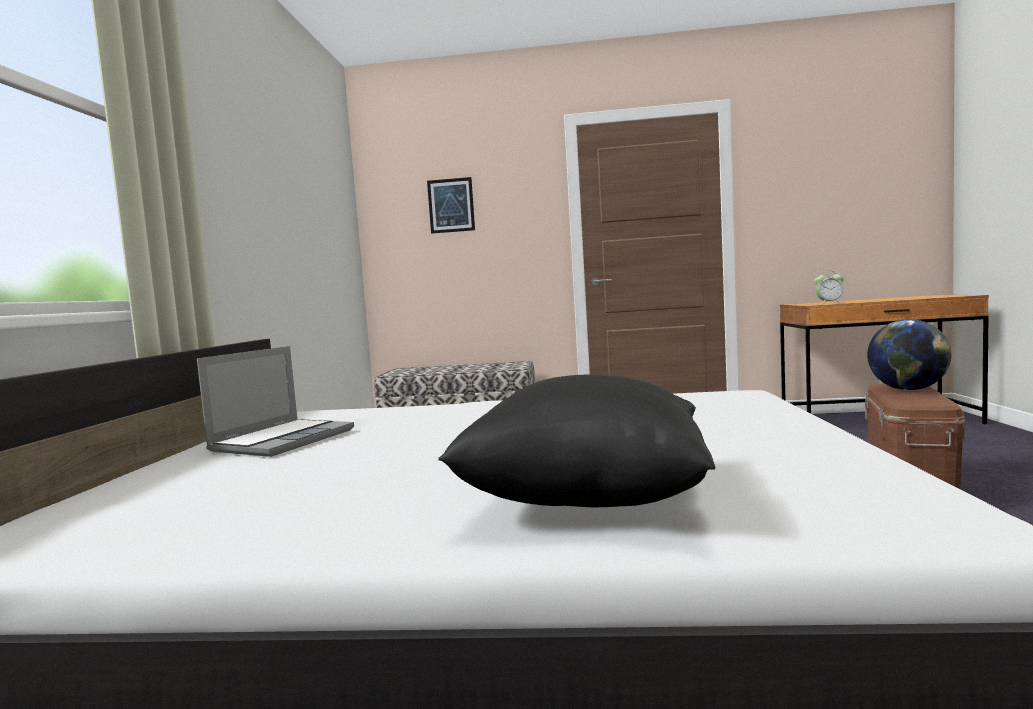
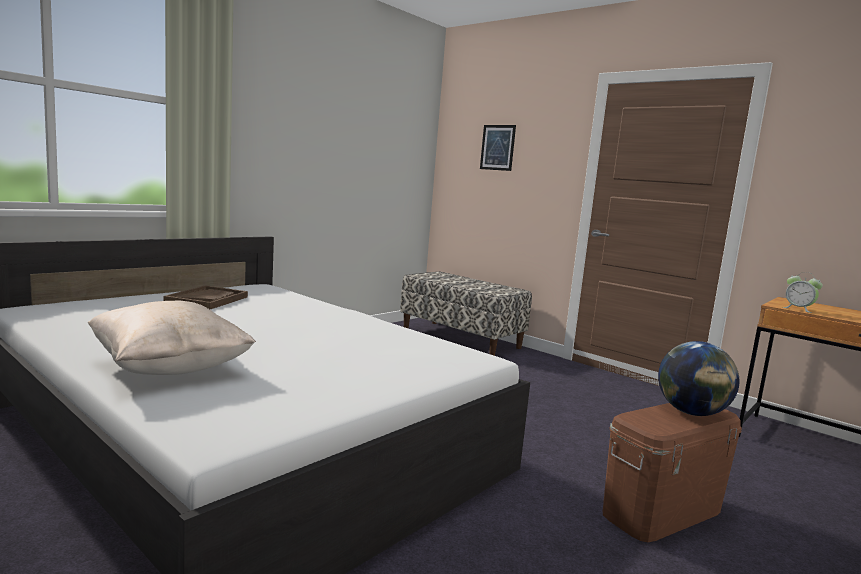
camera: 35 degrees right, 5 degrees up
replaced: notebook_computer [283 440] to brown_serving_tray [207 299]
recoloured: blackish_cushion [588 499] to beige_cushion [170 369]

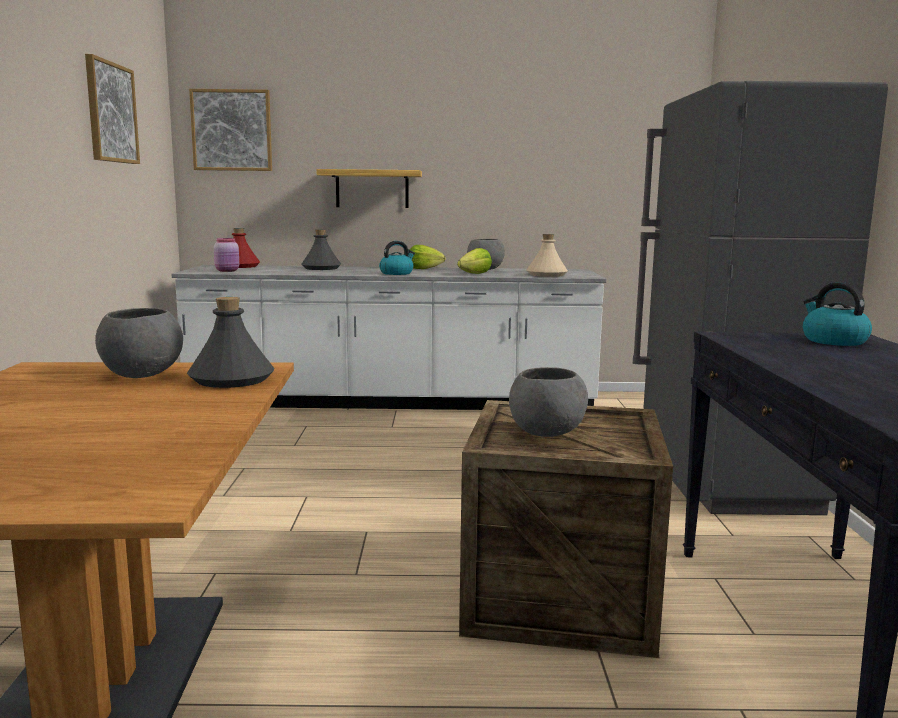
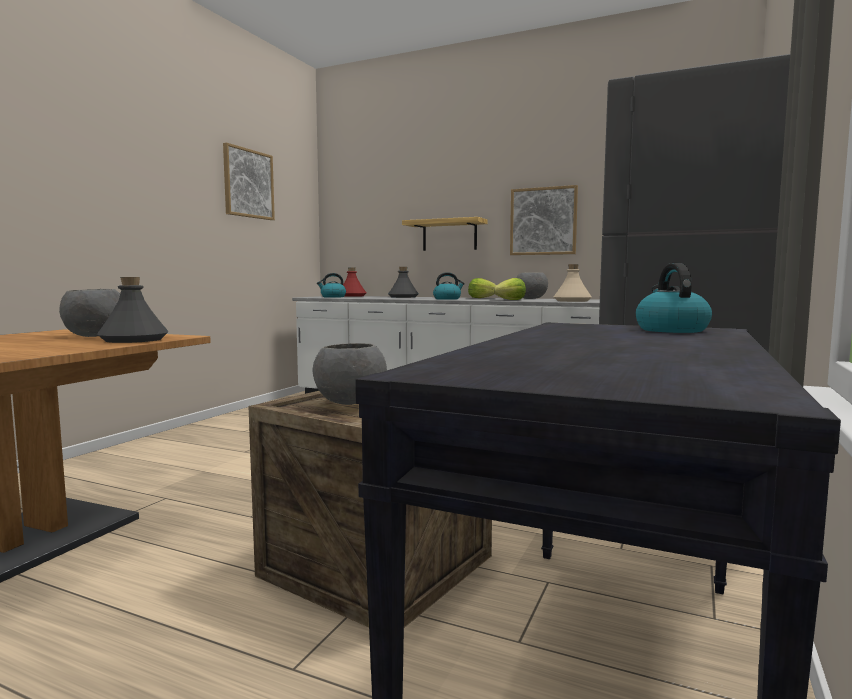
camera: 25 degrees right, 5 degrees down
moved: picture [232 130] to [543 221]
replaced: pink-coloured_jar [228 271] to tea_kettle [332 297]

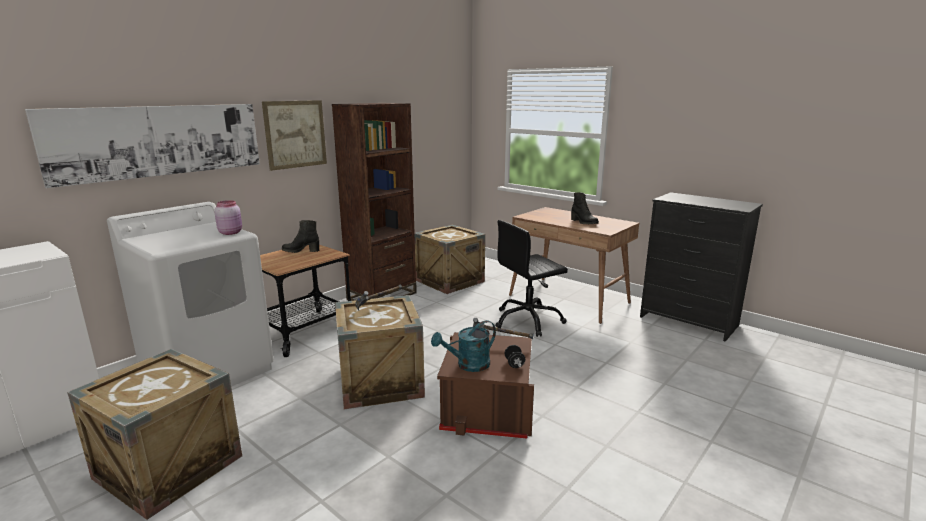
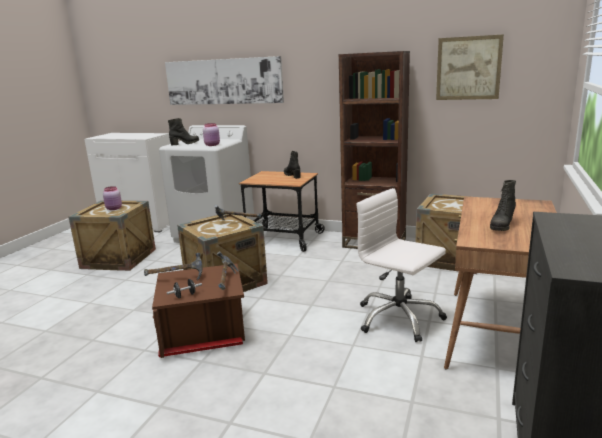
camera: 70 degrees right, 0 degrees up
added: pink-coloured_jar [114 208]; blackish_high-top_boot [185 143]
moved: picture [295 134] to [468 68]
replaced: blue-green_watering_can [468 365] to hammer [177 279]
recoloured: blackish_desk_chair [528 320] to white_desk_chair [398 318]

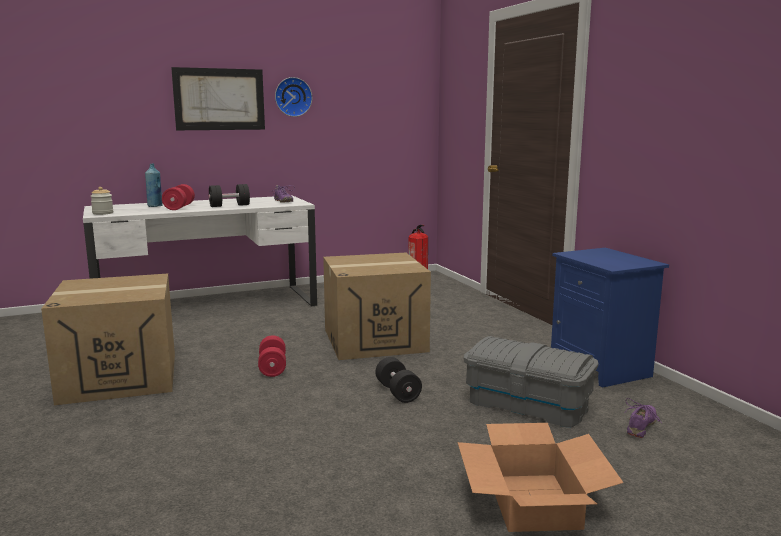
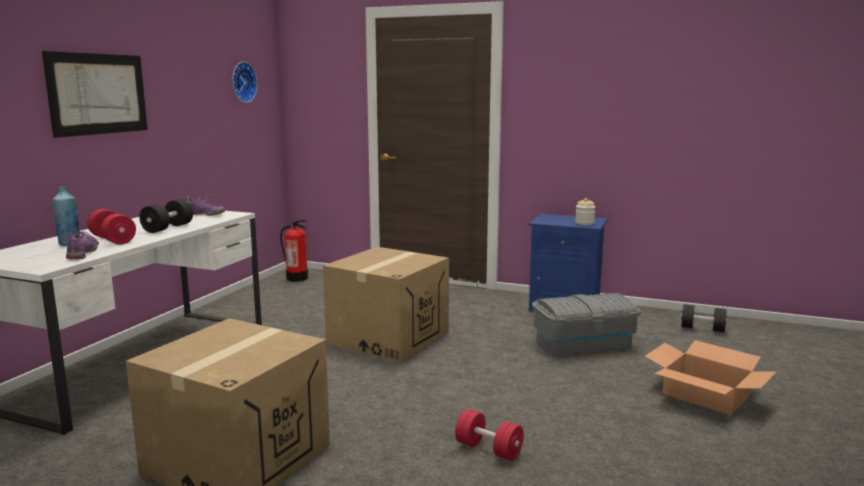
camera: 45 degrees left, 0 degrees up
moved: jar [103 213] to [584 223]; reddish_free_weight [272 367] to [488 449]; hanging_clock [292 97] to [242 82]; blackish_free_weight [398 392] to [702 329]; purple-coloured_low_shoe [641 426] to [83 254]

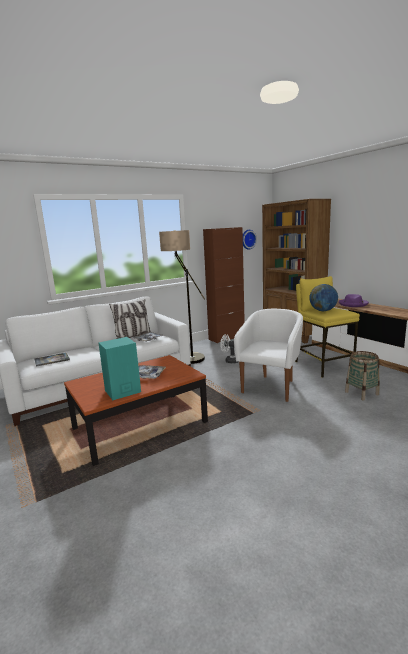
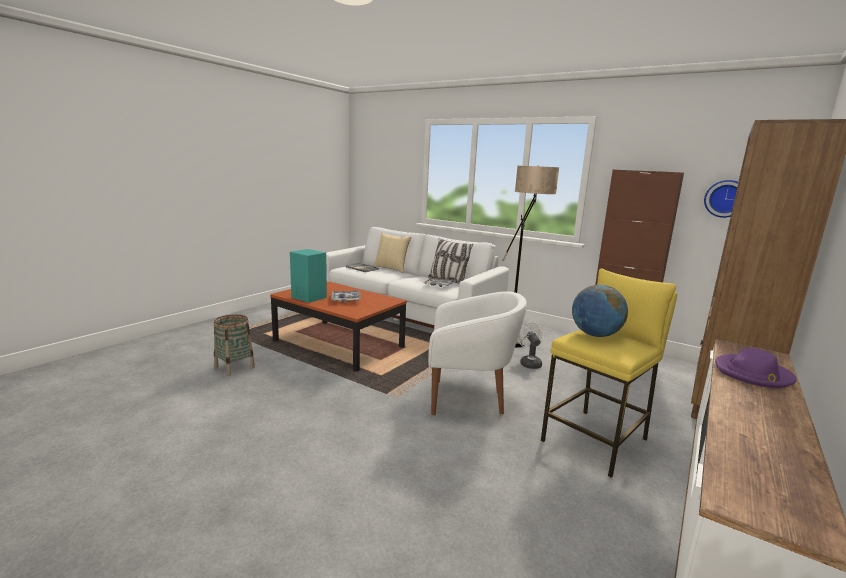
camera: 65 degrees right, 0 degrees up
added: cushion [391 268]
moved: storage_basket [361 393] to [234 367]

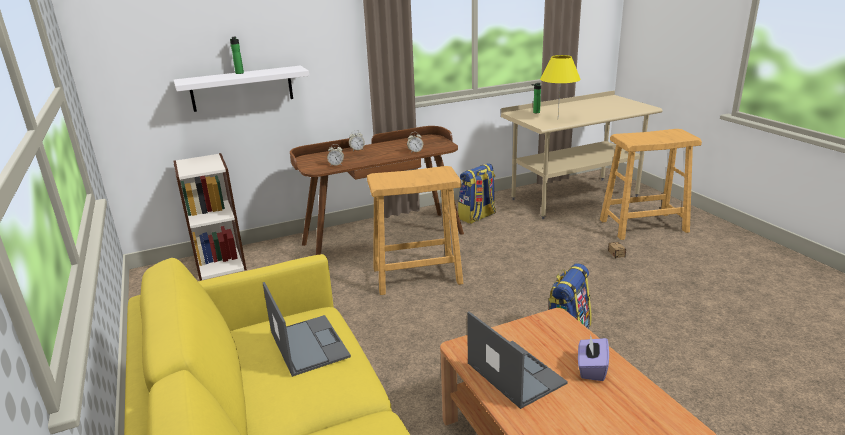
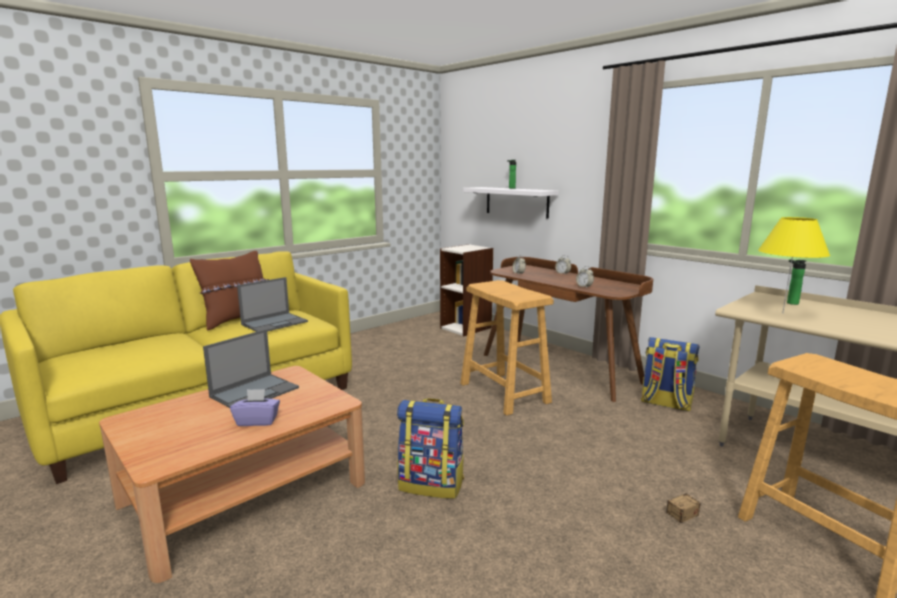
camera: 70 degrees right, 10 degrees down
added: brown_cushion [238 320]

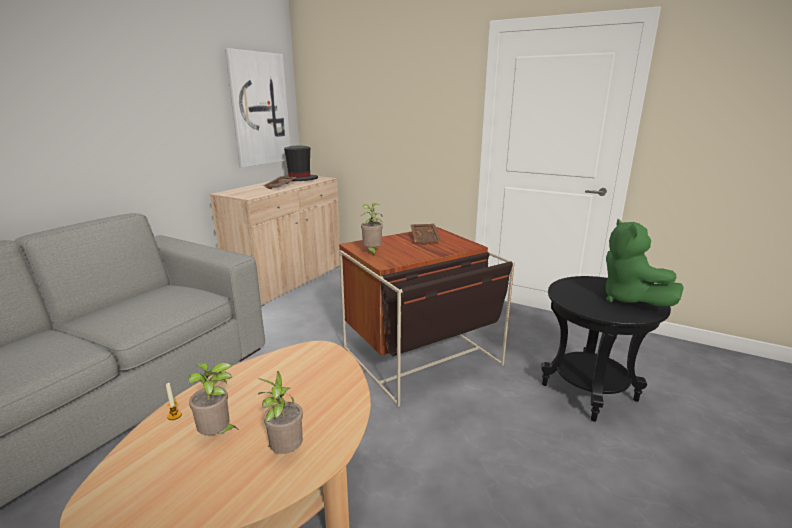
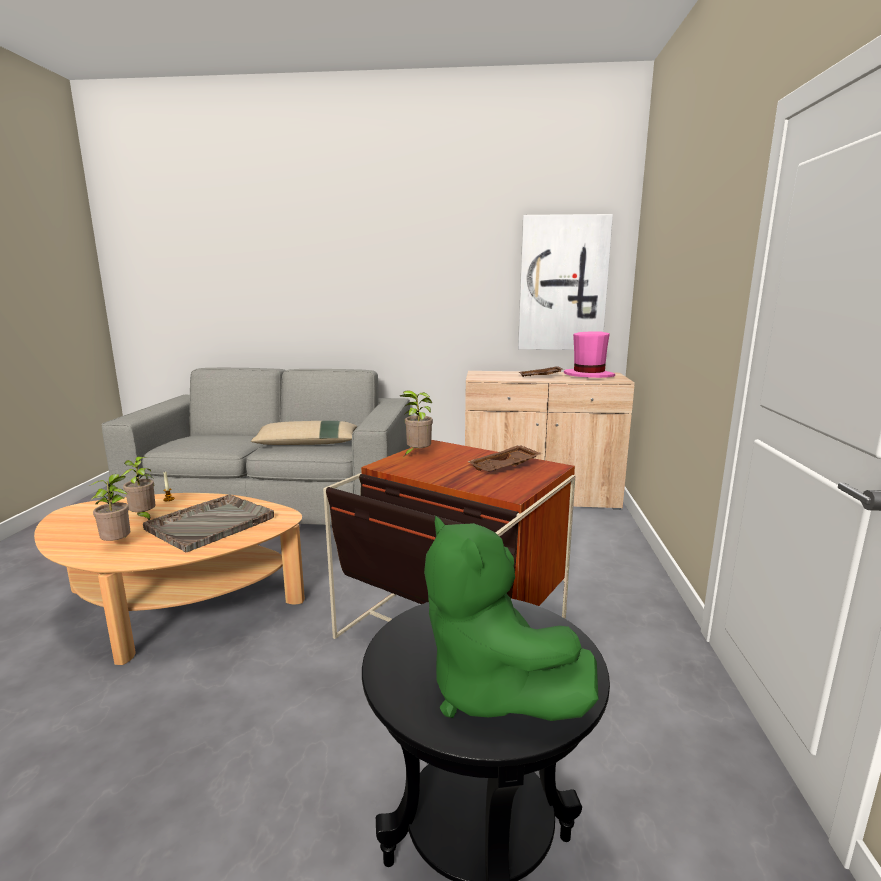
camera: 65 degrees right, 5 degrees down
added: grey_serving_tray [212 523]; beige_cushion [307 443]
recoloured: blackish_clothing_hat [299 179] to pink-coloured_clothing_hat [588 375]
turned: green_soft_toy [629 299] = [490 690] 90 degrees counterclockwise

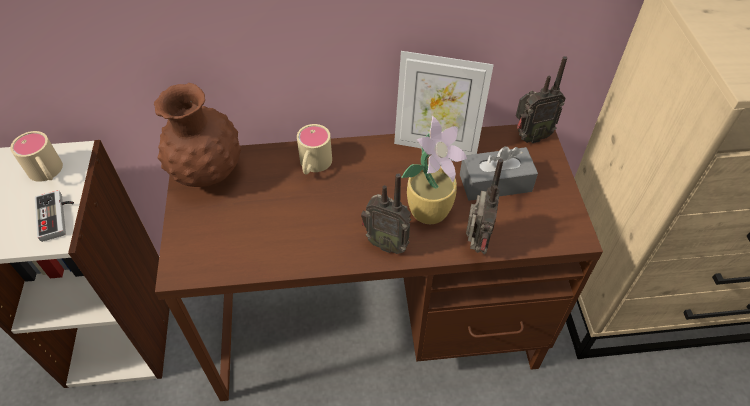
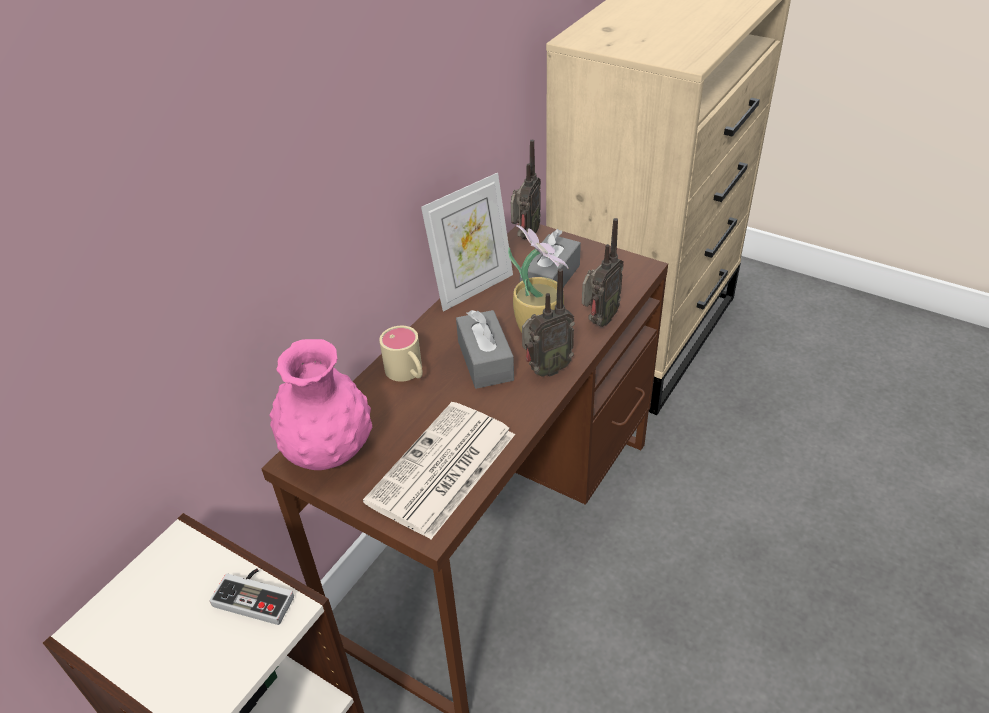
camera: 50 degrees left, 10 degrees down
removed: beige_coffee_mug [47 173]
added: newspaper [442 470]; grey_tissue_holder [485 360]
recoloured: brown_vase [208 174] to pink-coloured_vase [329 453]
turned: radio [475 244] = [598 321] 75 degrees clockwise

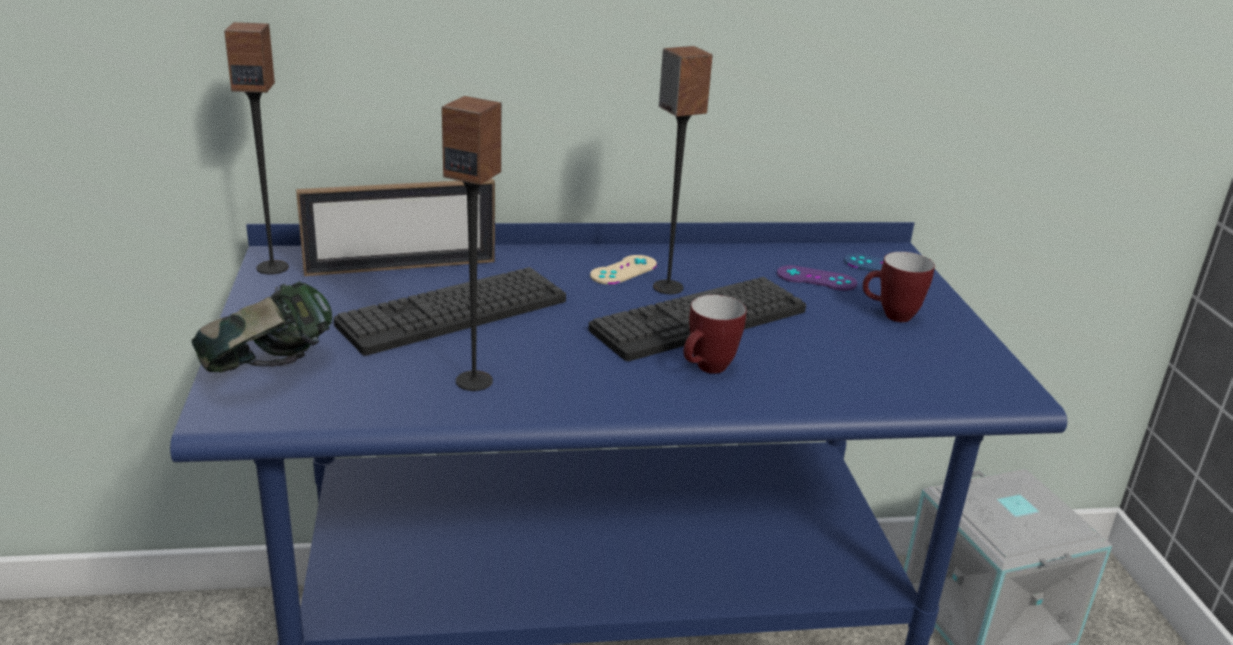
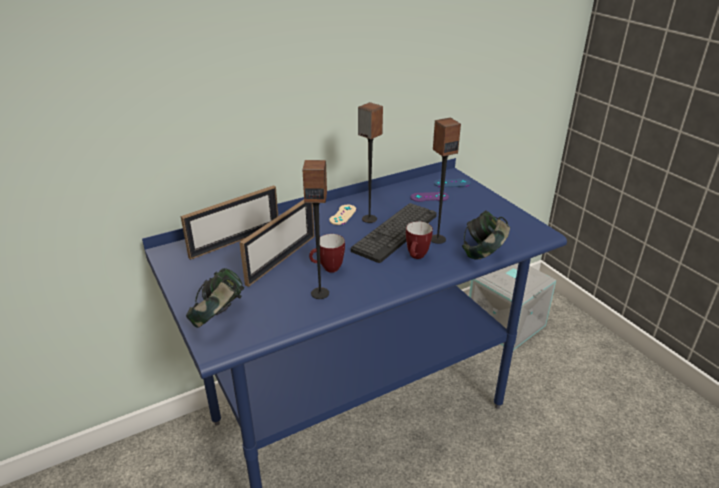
camera: 20 degrees left, 5 degrees up
added: headphones [483 253]
moved: speaker [272 267] to [437 239]; coffee_mug [890 316] to [327 269]
replaced: keyboard [454 312] to standing_frame [281 259]

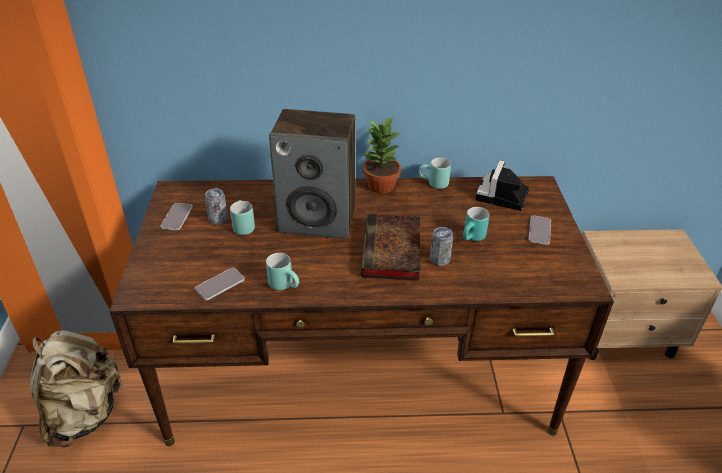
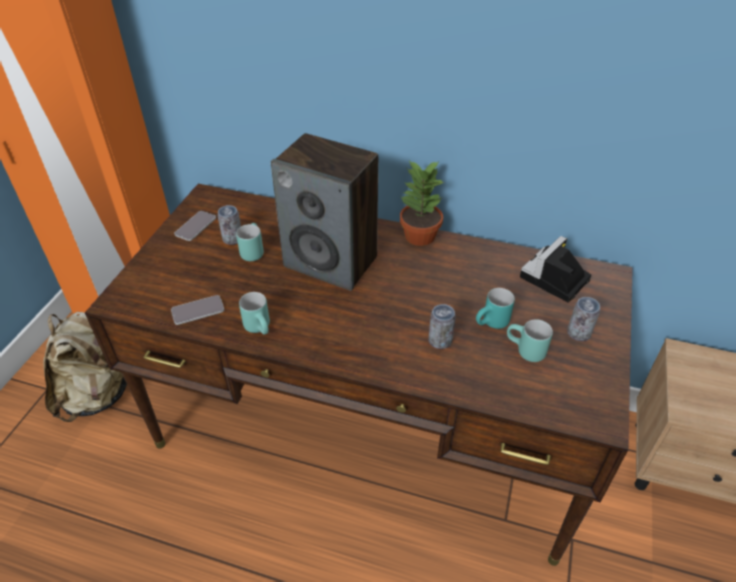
camera: 20 degrees right, 5 degrees up
removed: book [392 252]
moved: blue-green_coffee_mug [433 184] to [524 352]
replaced: telephone [539 230] to can [578 333]

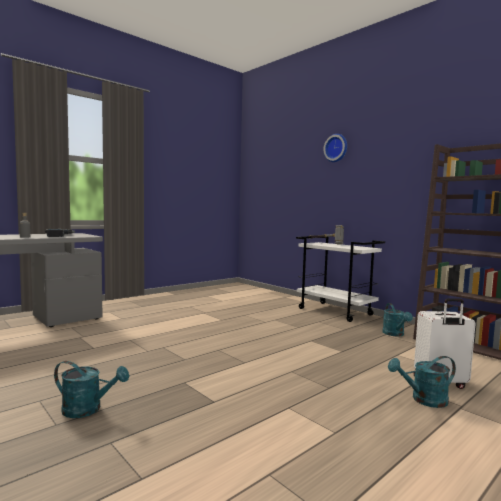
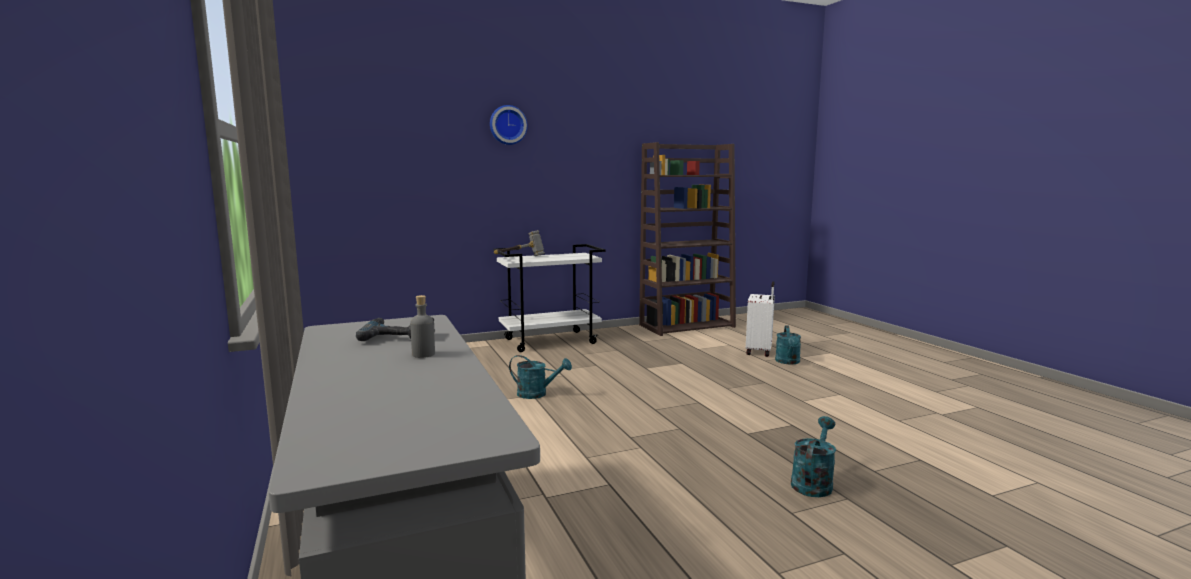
camera: 70 degrees left, 5 degrees up
moved: blue-green_watering_can [395 334] to [537 394]

